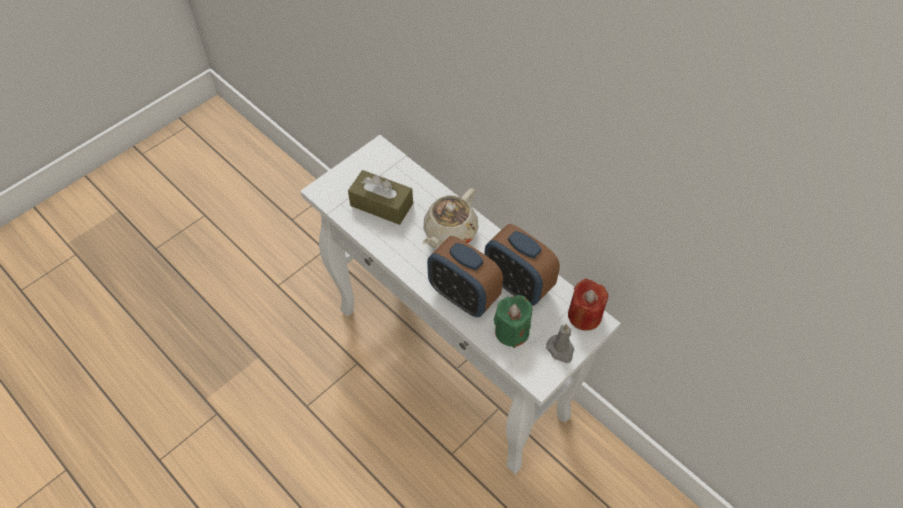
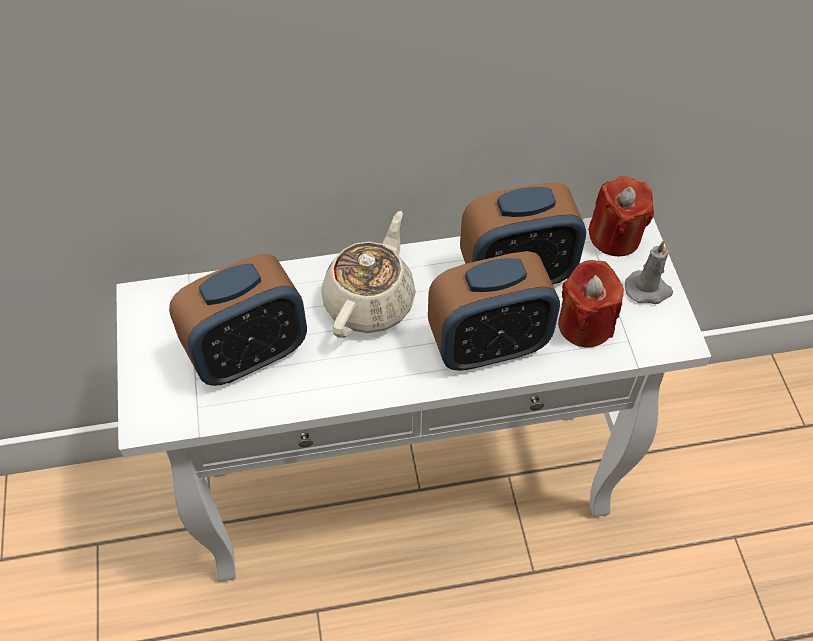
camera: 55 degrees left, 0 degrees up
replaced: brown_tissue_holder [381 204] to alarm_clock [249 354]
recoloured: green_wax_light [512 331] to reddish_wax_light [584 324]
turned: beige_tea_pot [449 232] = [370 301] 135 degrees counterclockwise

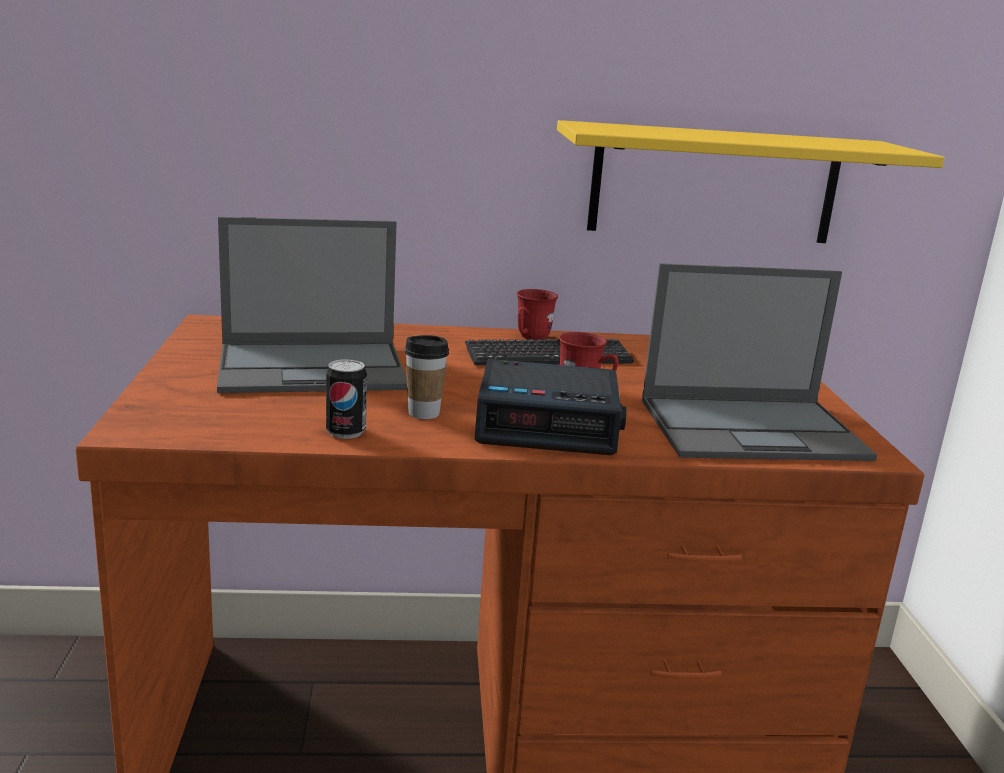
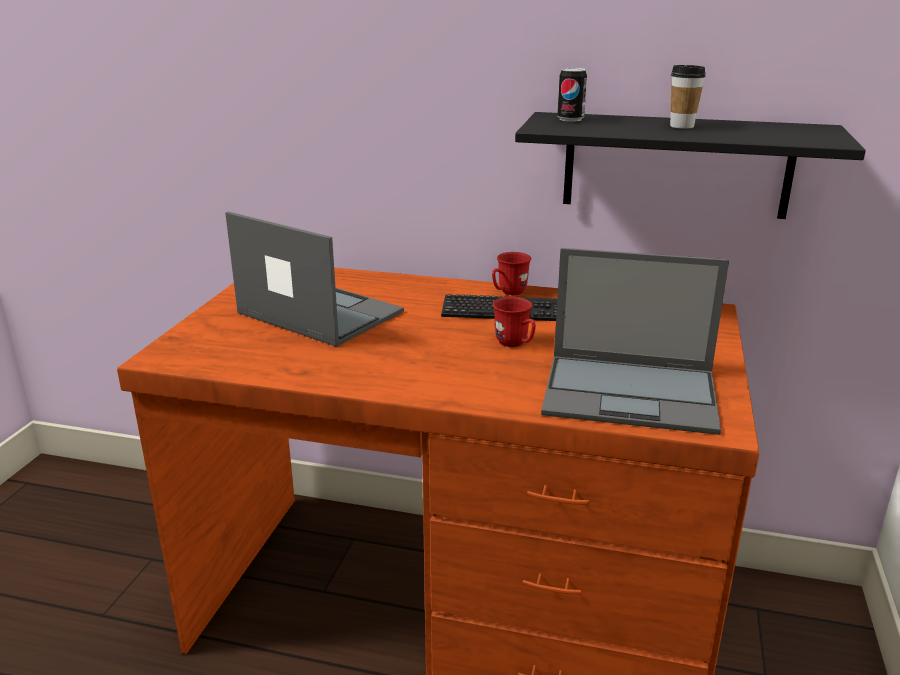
camera: 20 degrees right, 5 degrees up
removed: alarm_clock [548 424]
moved: can [345 432] to [570 119]; drinking_cup [424 413] to [682 126]
recoloured: yellowish_shelf [714 184] to blackish_shelf [676 165]
turned: notebook_computer [314 367] = [318 312] 150 degrees counterclockwise

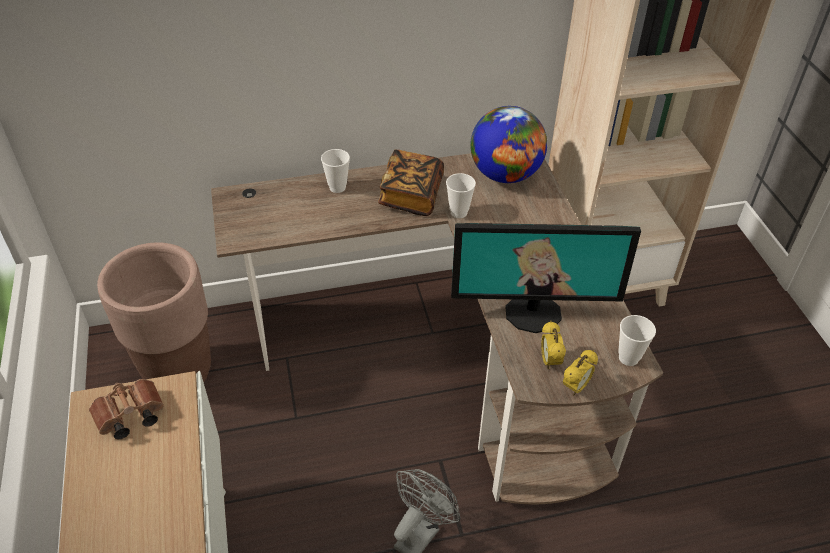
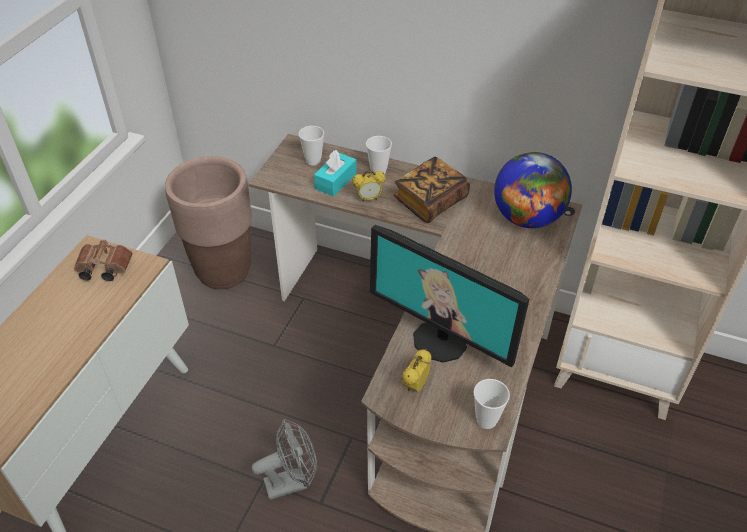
camera: 35 degrees right, 0 degrees up
added: blue-green_tissue_holder [335 181]
moved: drinking_cup [459 212] to [313 160]; alarm_clock [576 387] to [369 199]

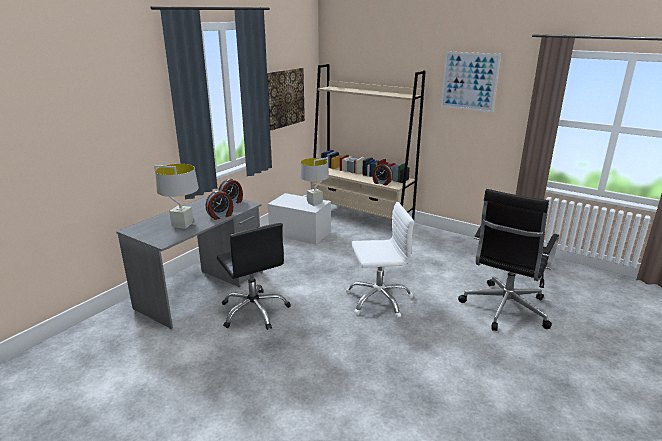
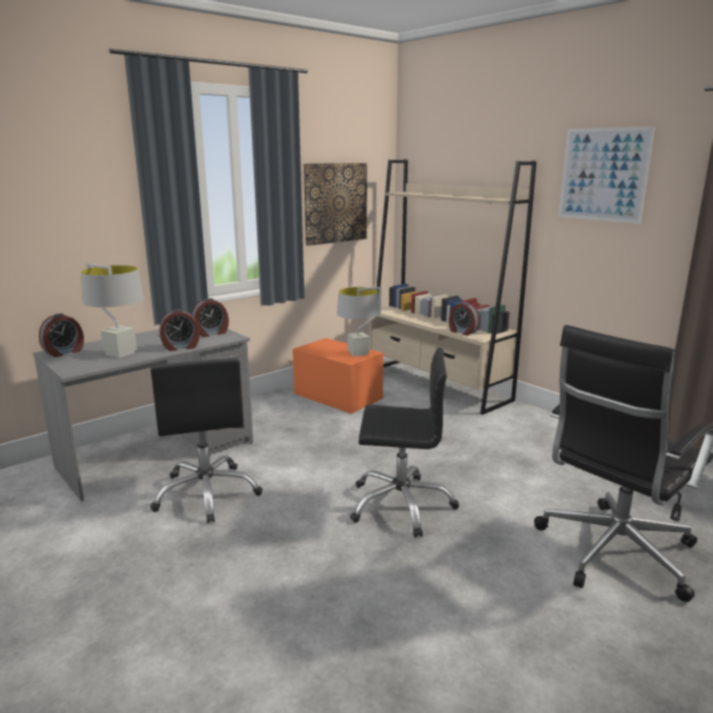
camera: 15 degrees right, 5 degrees down
added: alarm_clock [64 352]
recoloured: white_storage_container [300 233] to orange_storage_container [337 396]; white_desk_chair [378 300] to blackish_desk_chair [401 504]

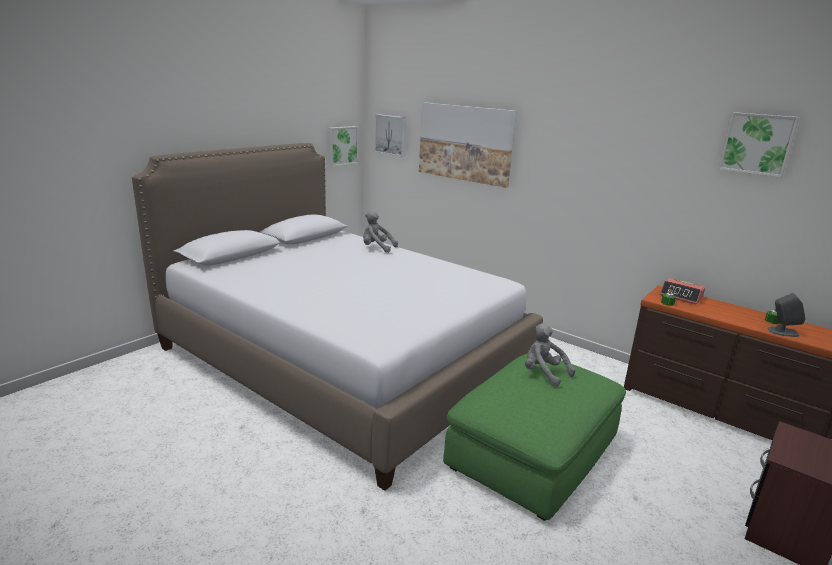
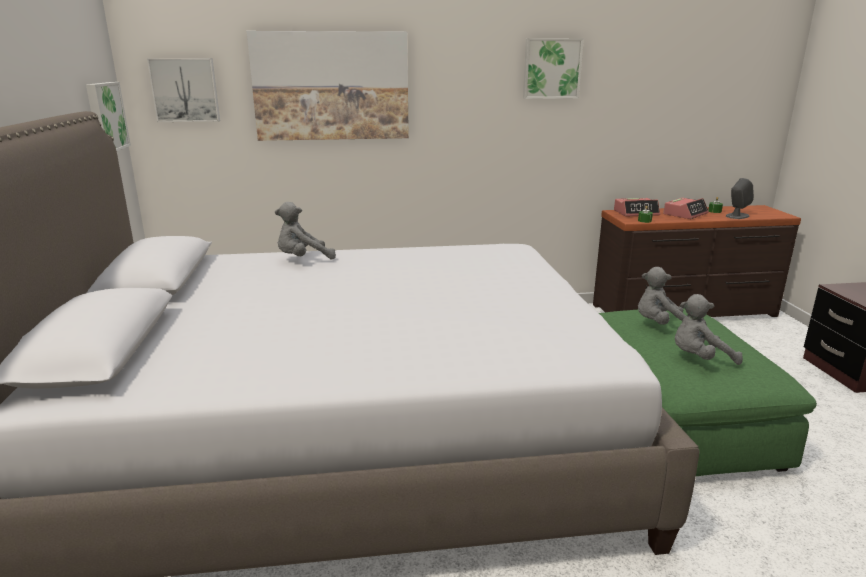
camera: 45 degrees left, 0 degrees up
added: alarm_clock [685 214]; grey_soft_toy [699 358]
moved: picture [757 144] to [551 68]

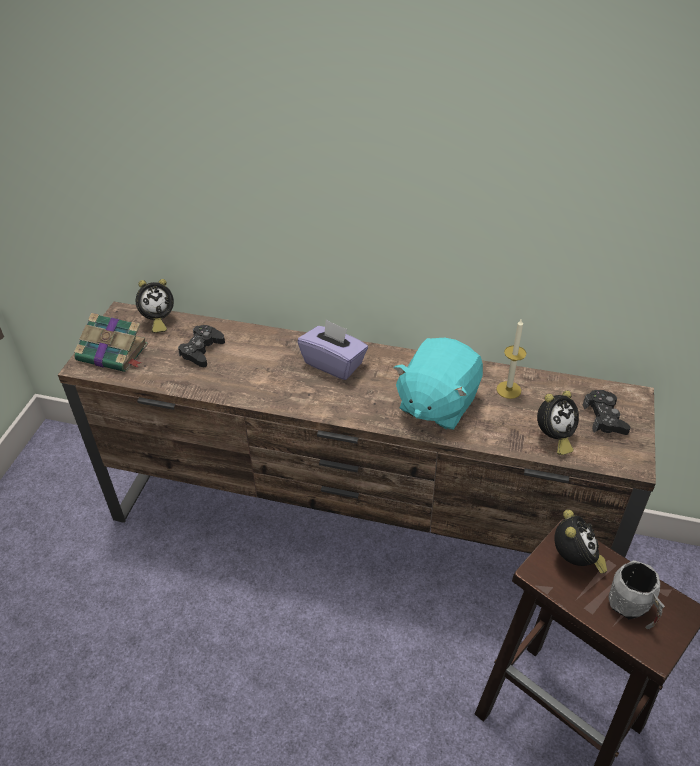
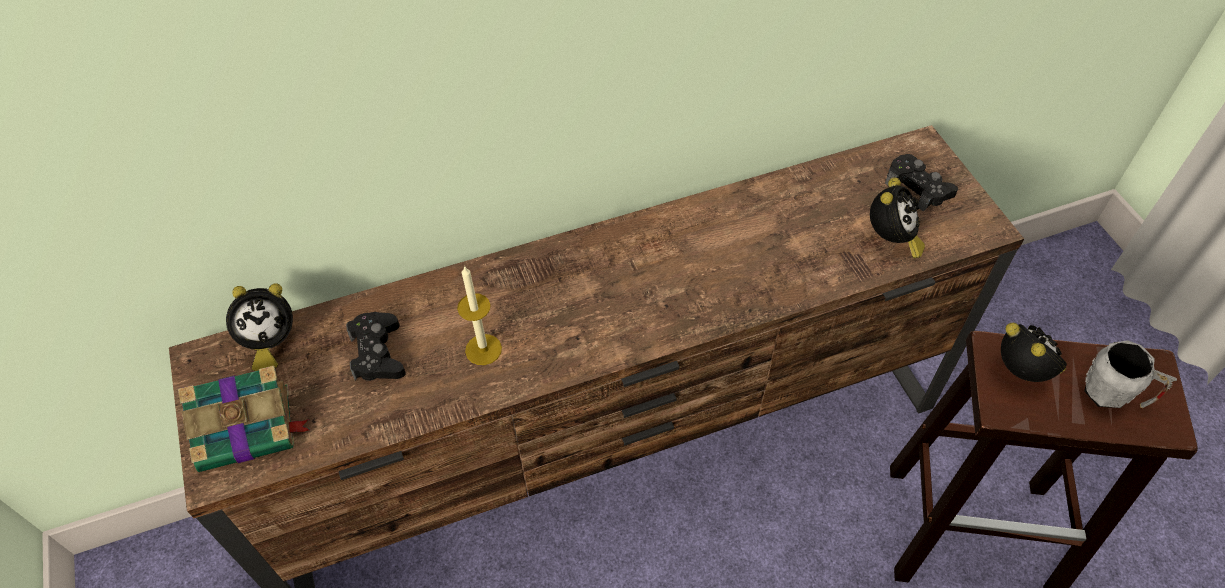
camera: 35 degrees left, 10 degrees up
removed: purple-coloured_tissue_holder [334 363]; blue-green_soft_toy [437 404]
moved: wax_light [508 390] to [483 349]
turned: alarm_clock [158 321] = [270 343] 45 degrees clockwise

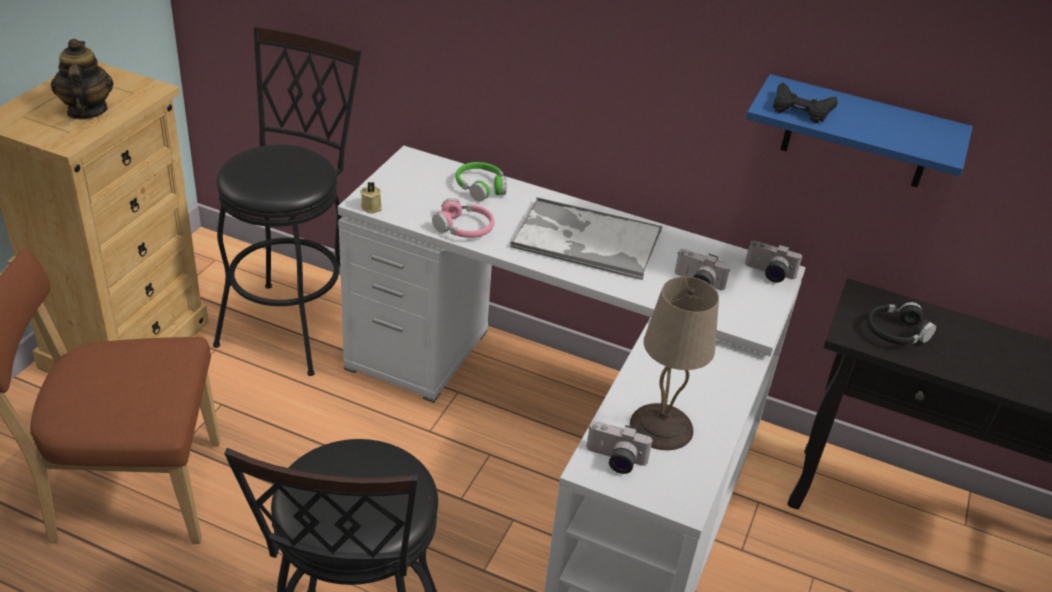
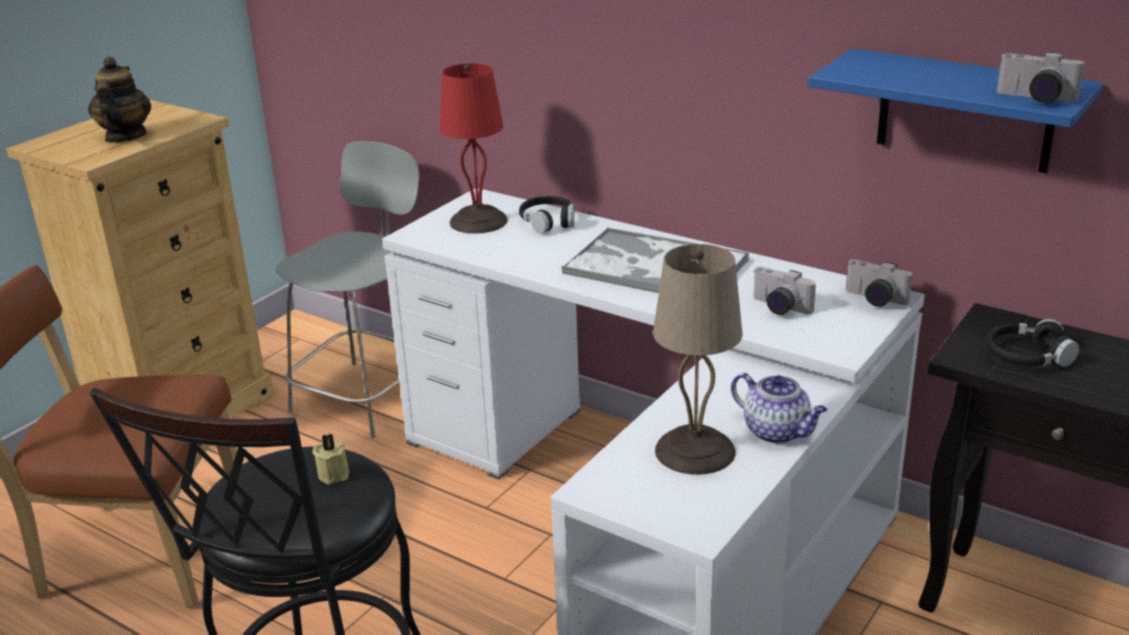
camera: 15 degrees right, 10 degrees down
removed: pink-coloured_headphones [464 228]; blackish_game_controller [801 109]
added: reddish_lamp_for_a_table [478 221]; tea_pot [777 432]
moved: beige_wax_light [372 207] to [335 473]; still_camera [614 460] to [1034 99]
replaced: blackish_stool_seat [295 320] to grey_chair [367 396]
recoloured: green_headphones [481 187] to blackish_headphones [548 221]

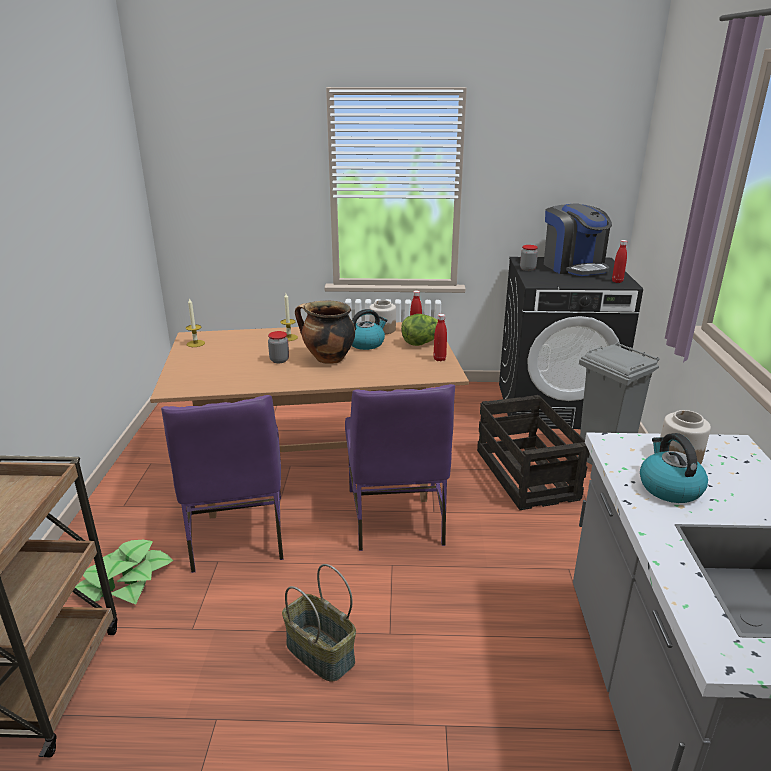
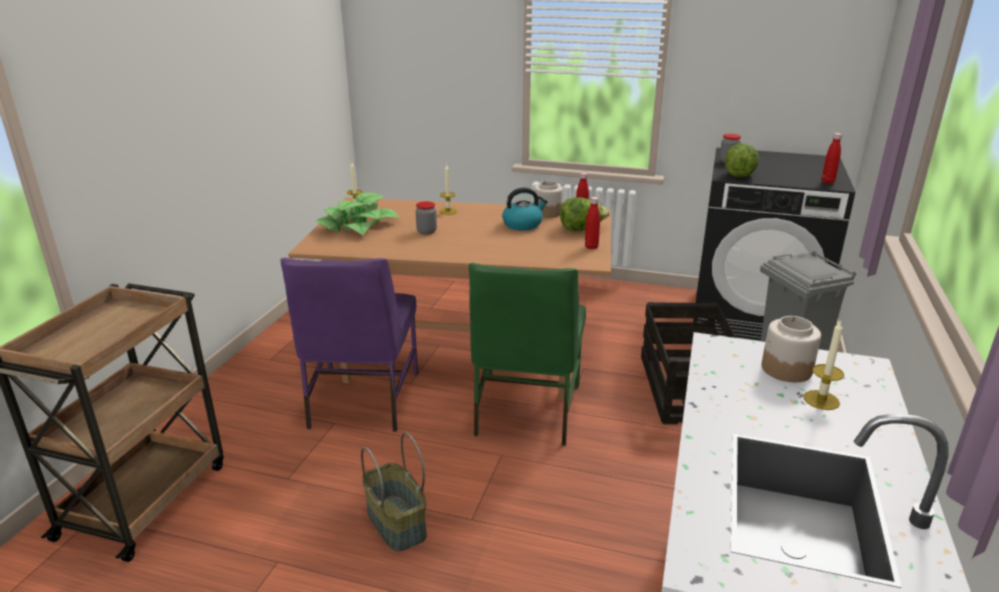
camera: 15 degrees right, 0 degrees up
removed: cooking_pot [327 359]; coffee_machine [573 267]; tea_kettle [669 487]
added: lettuce_head [739 174]; wax_light [821 400]
moved: potted_plant [125 581] to [357 226]
recoloured: purple-coloured_chair [396 517] to green_chair [525 410]

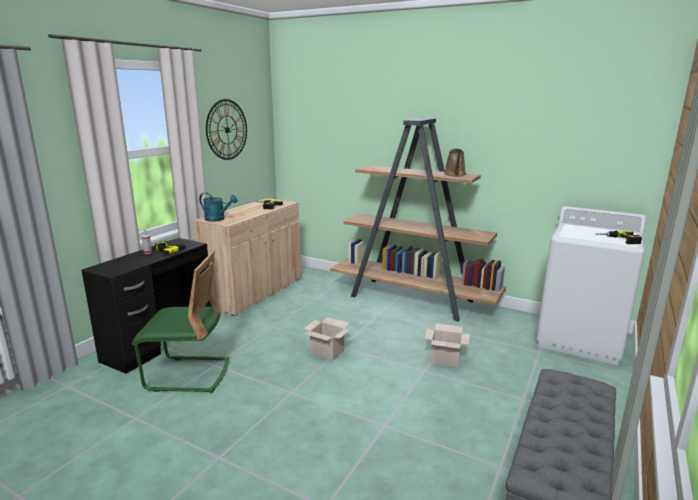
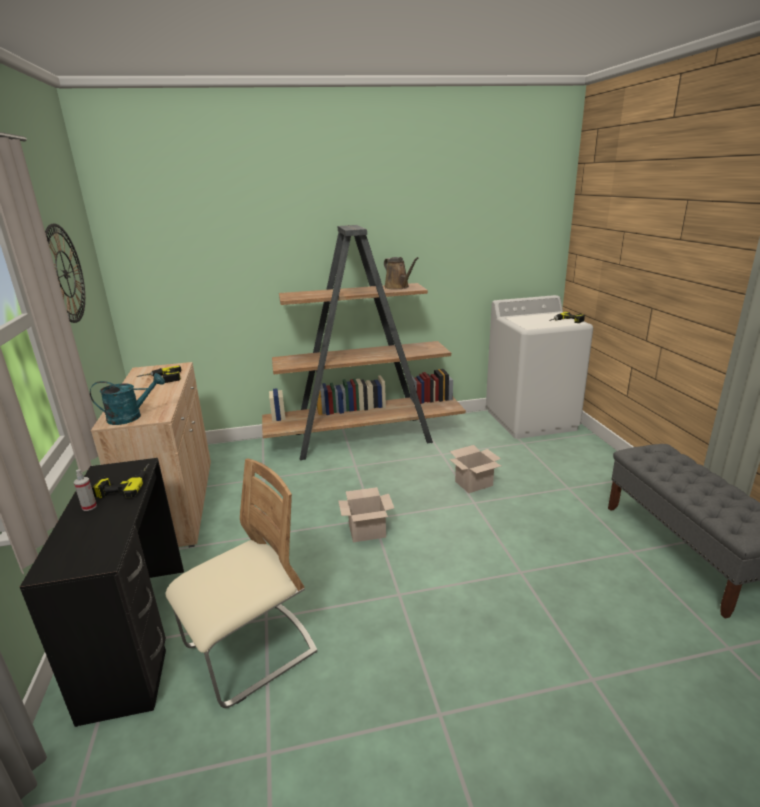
camera: 40 degrees left, 5 degrees up
recoloured: green_chair [188 375] to beige_chair [250 652]

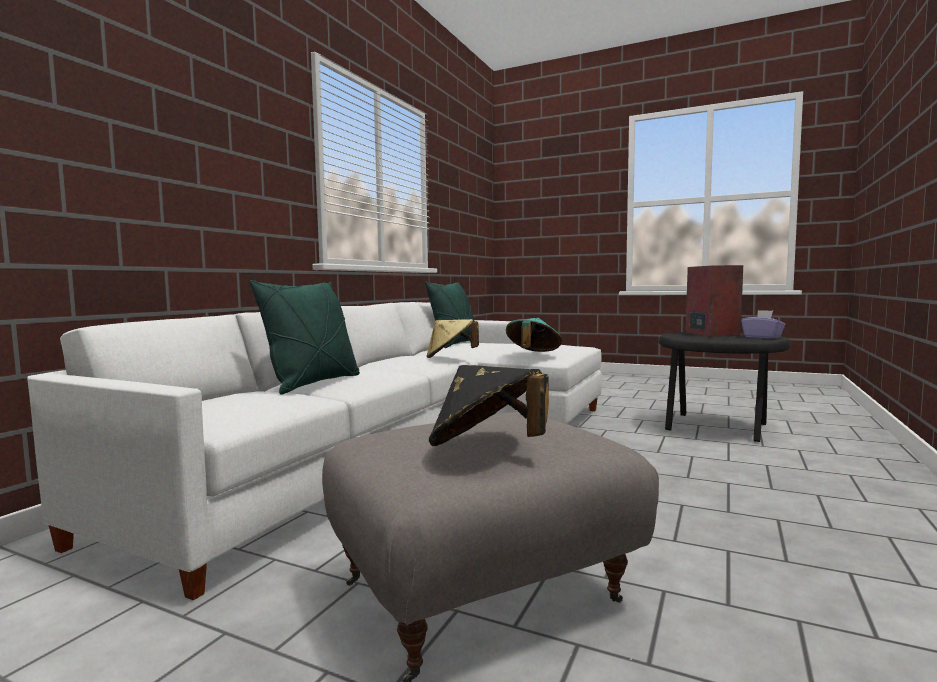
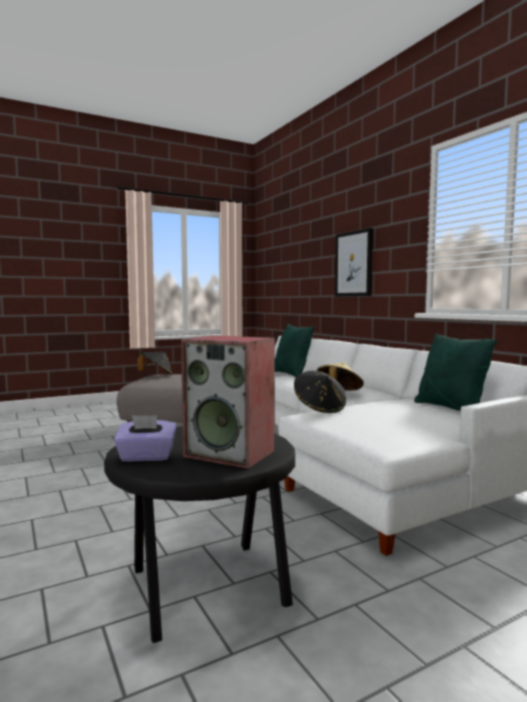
camera: 125 degrees right, 0 degrees up
added: picture [354 264]
recoloured: blue-green_clothing_hat [532 354] to blackish_clothing_hat [320 408]

